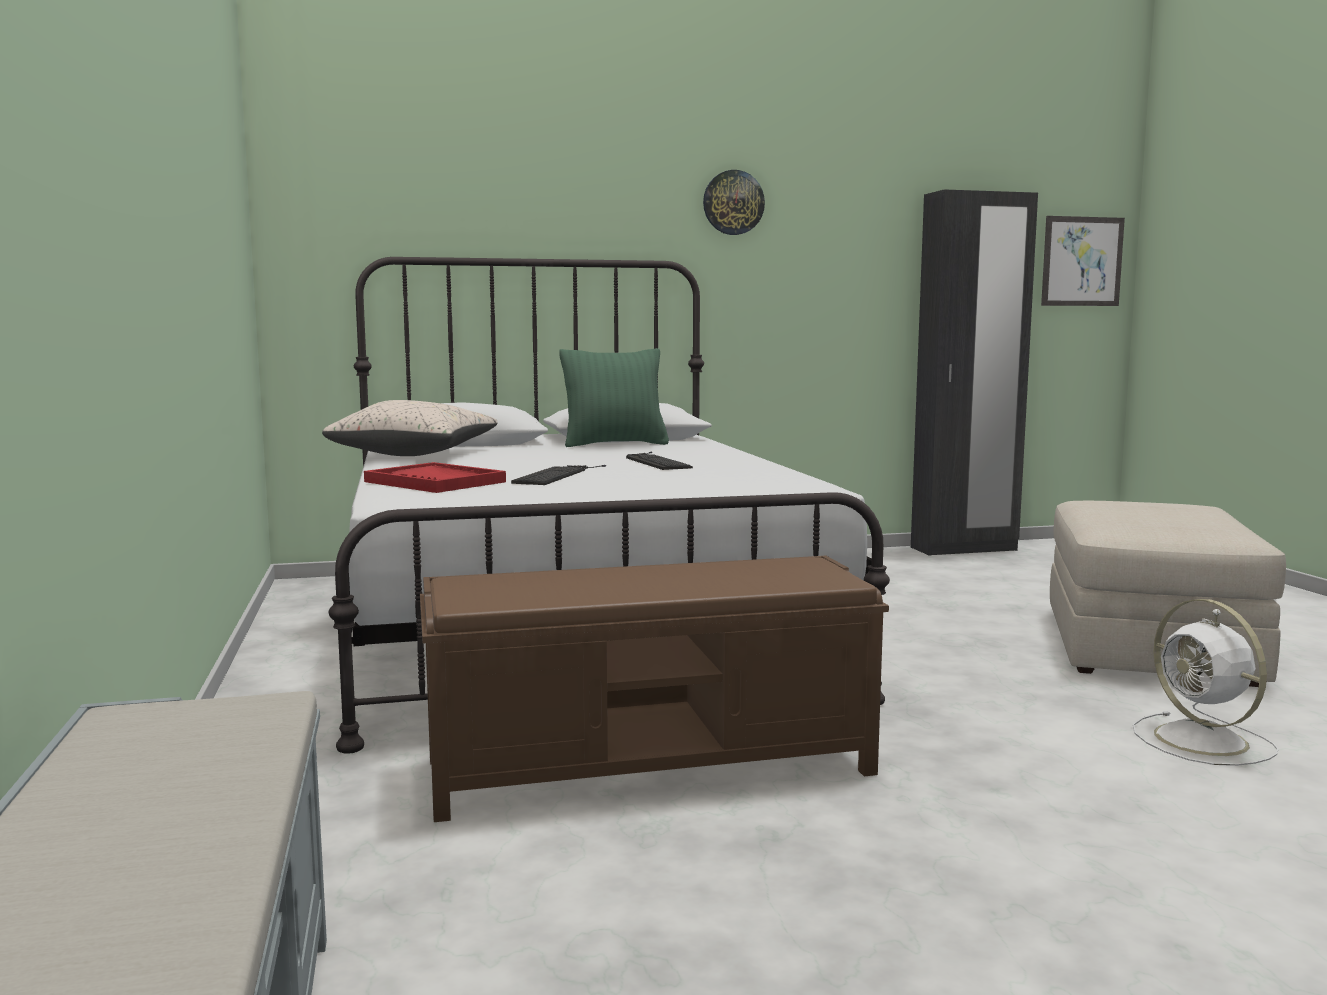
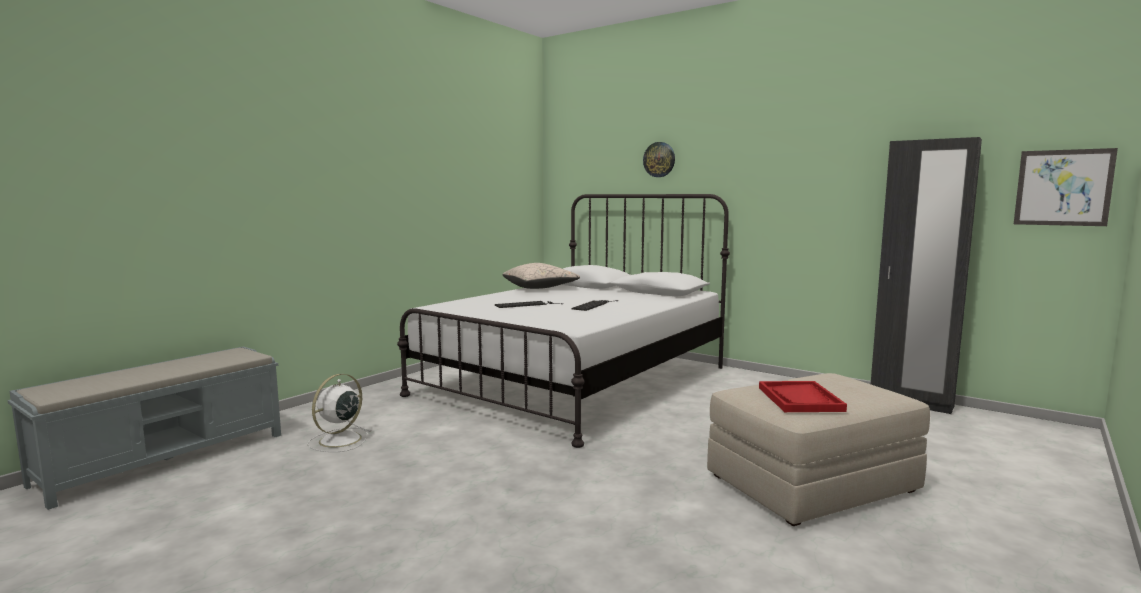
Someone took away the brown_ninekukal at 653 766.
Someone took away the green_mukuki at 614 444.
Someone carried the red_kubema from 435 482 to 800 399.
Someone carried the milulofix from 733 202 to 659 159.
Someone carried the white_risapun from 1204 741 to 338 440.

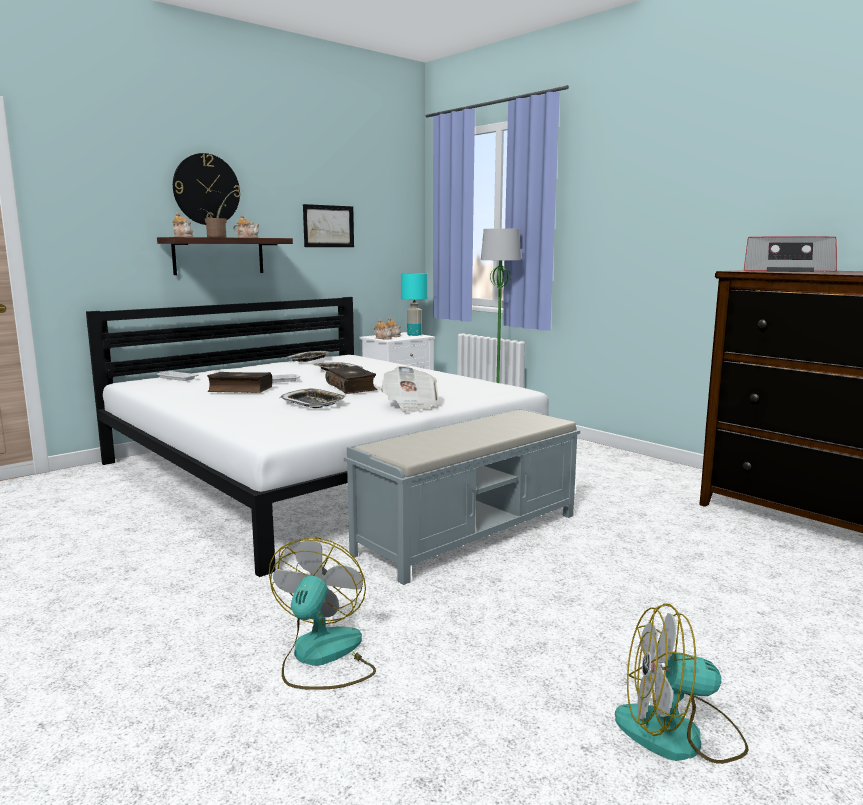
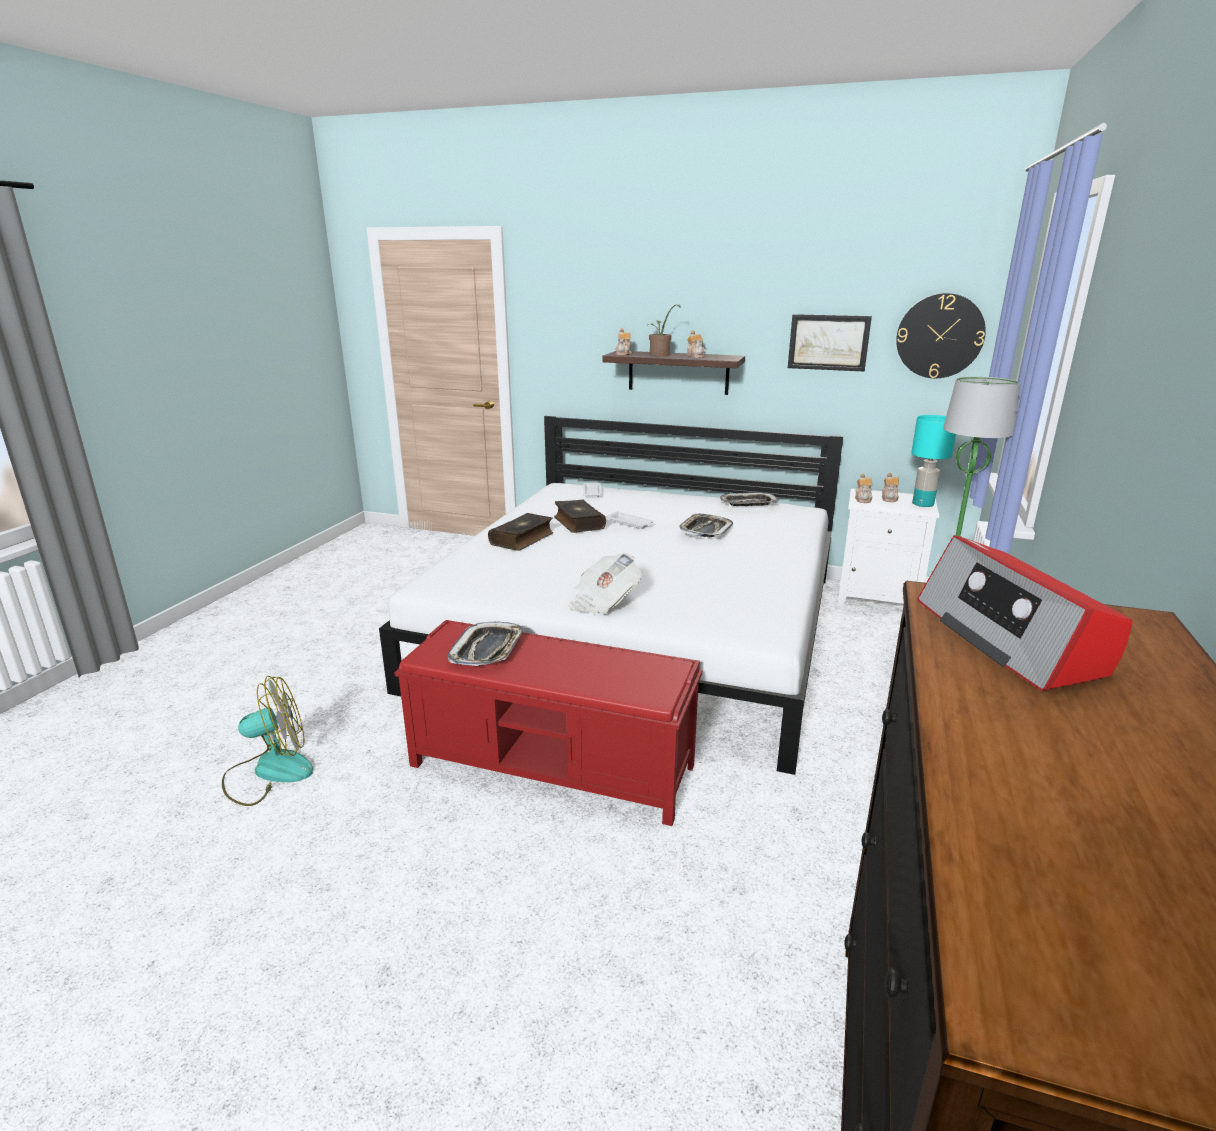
Someone took away the risapun at 679 734.
Someone carried the milulofix from 206 189 to 939 336.
Someone carried the kubema from 313 403 to 487 650.
Someone carried the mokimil from 352 387 to 522 539.
Someone repainted the grey_ninekukal at 470 533, which became the red_ninekukal at 554 766.

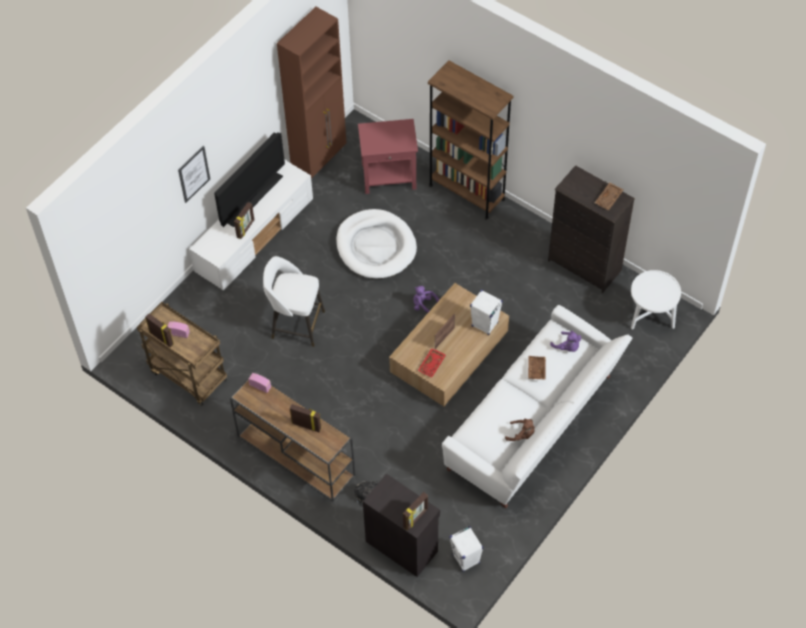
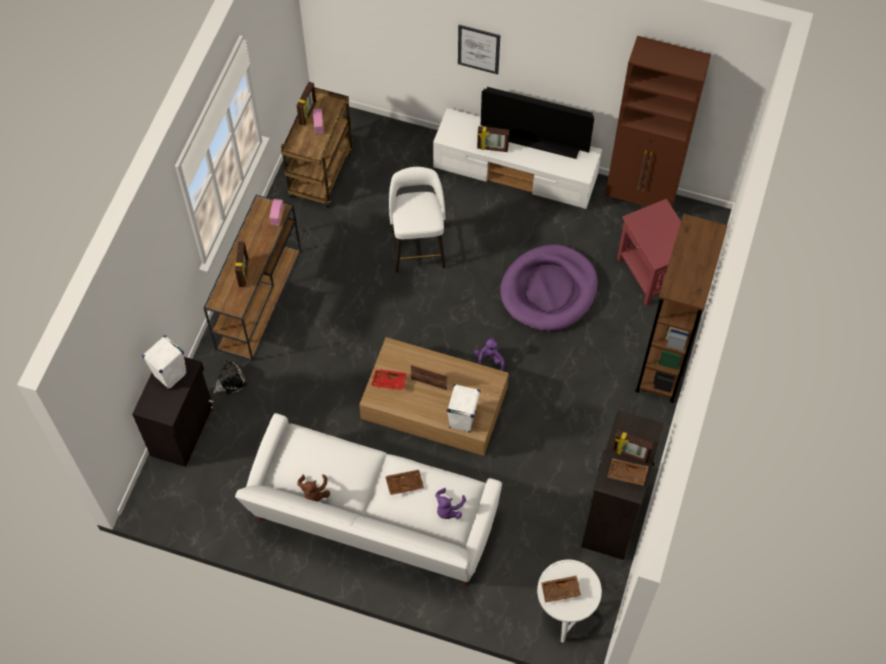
Someone put down the brown_kubema at 560 591.
Someone carried the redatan from 416 518 to 630 455.
Someone carried the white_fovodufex from 466 559 to 170 375.
Someone repainted the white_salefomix at 376 247, which became the purple_salefomix at 549 290.

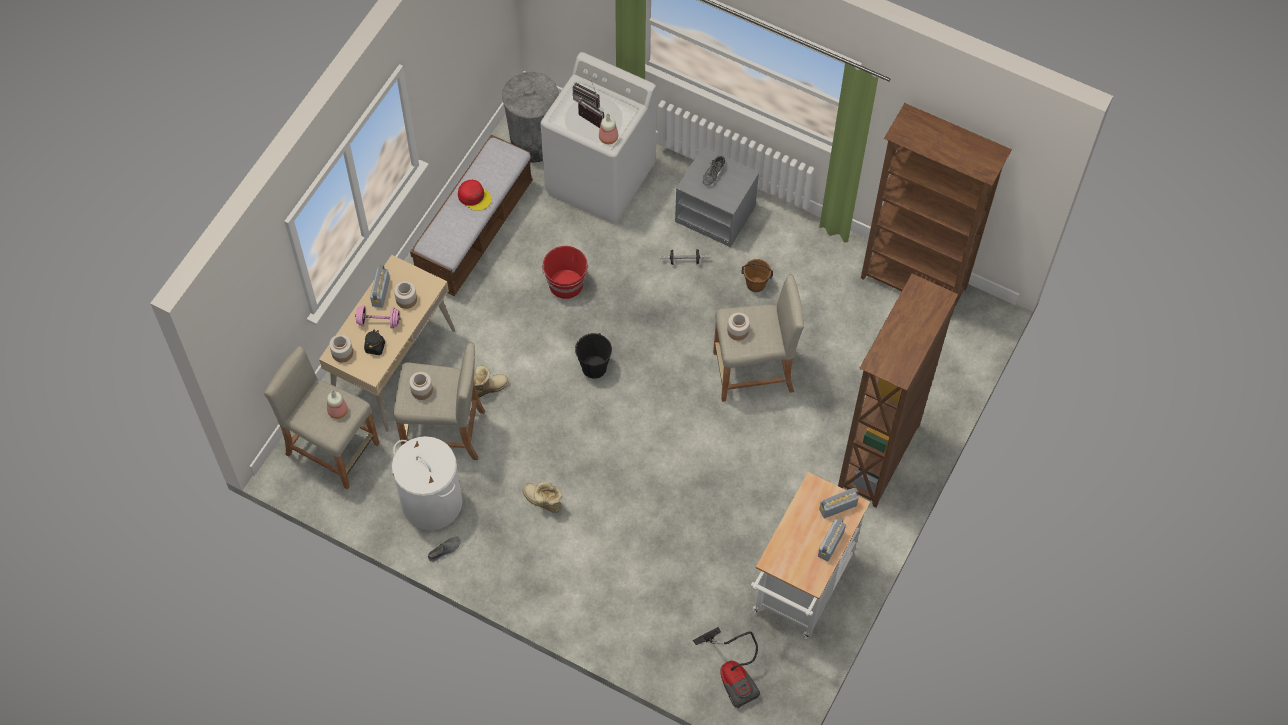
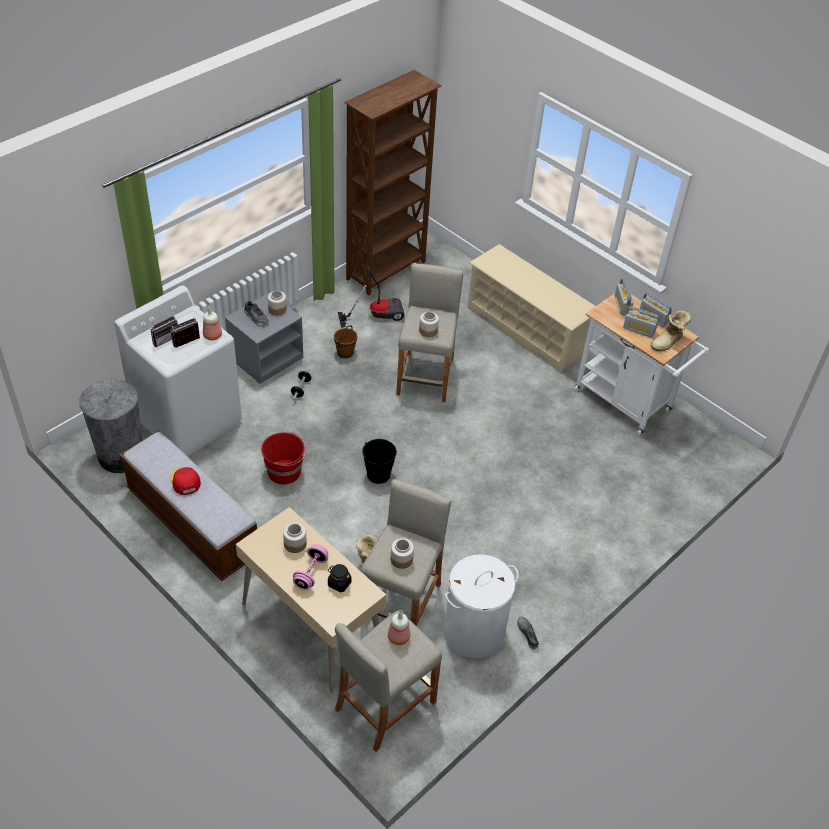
Someone carried the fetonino from 342 353 to 277 309.
Someone carried the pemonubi from 381 292 to 639 330.
Someone carried the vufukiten from 543 502 to 668 342.
Someone carried the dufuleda from 733 674 to 376 314.
Someone swapped the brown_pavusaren at 877 457 for the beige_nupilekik at 526 330.
Someone rotated the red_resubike at 474 197 by 75 degrees counterclockwise.

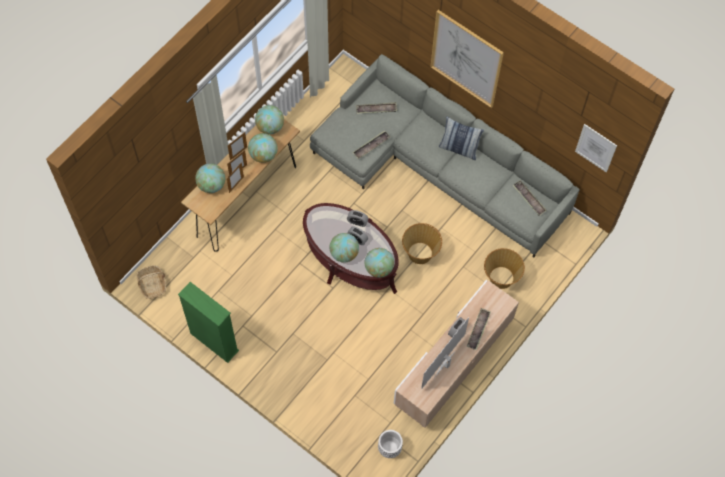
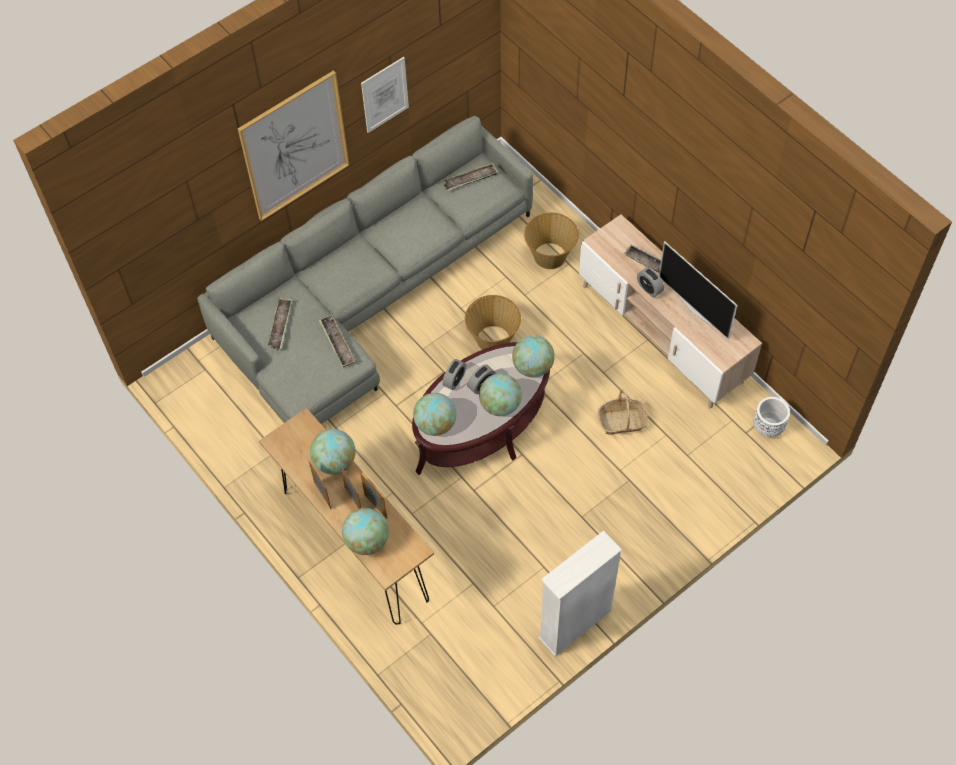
Someone took away the mukuki at 459 148.
Someone carried the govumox from 152 284 to 622 421.
Someone carried the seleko from 270 127 to 435 424.
Someone carried the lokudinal from 595 148 to 385 95.
Someone repainted the green_pavusaren at 214 342, which became the white_pavusaren at 575 624.

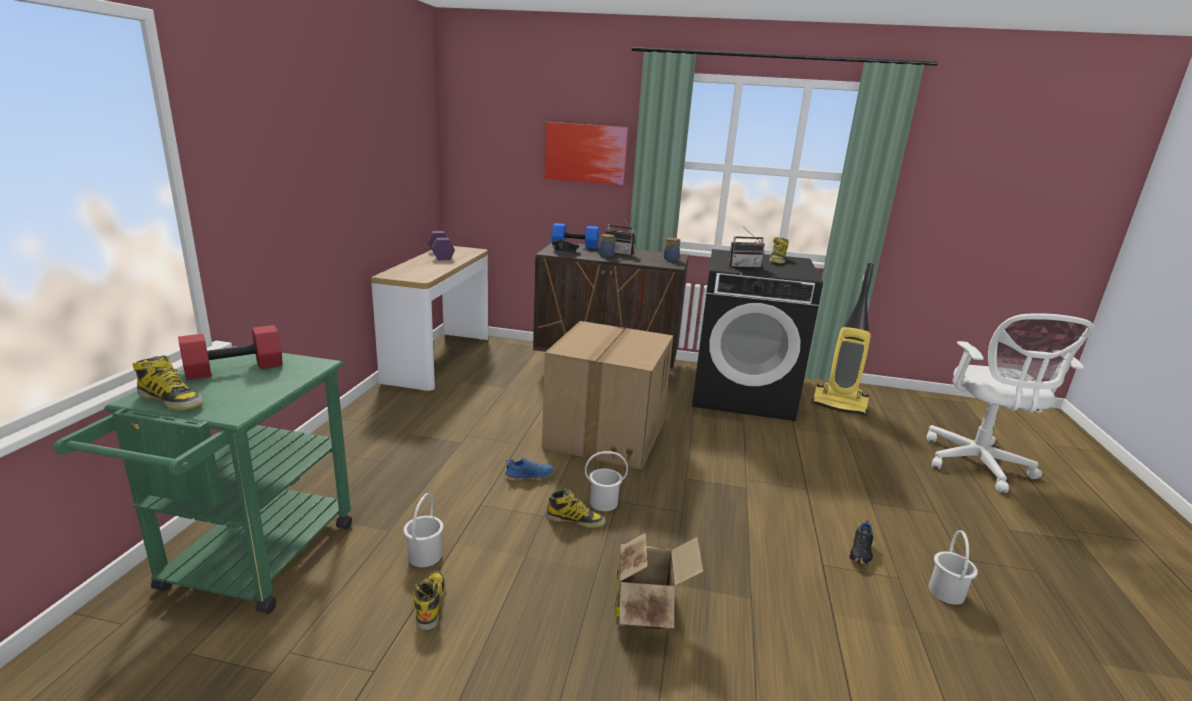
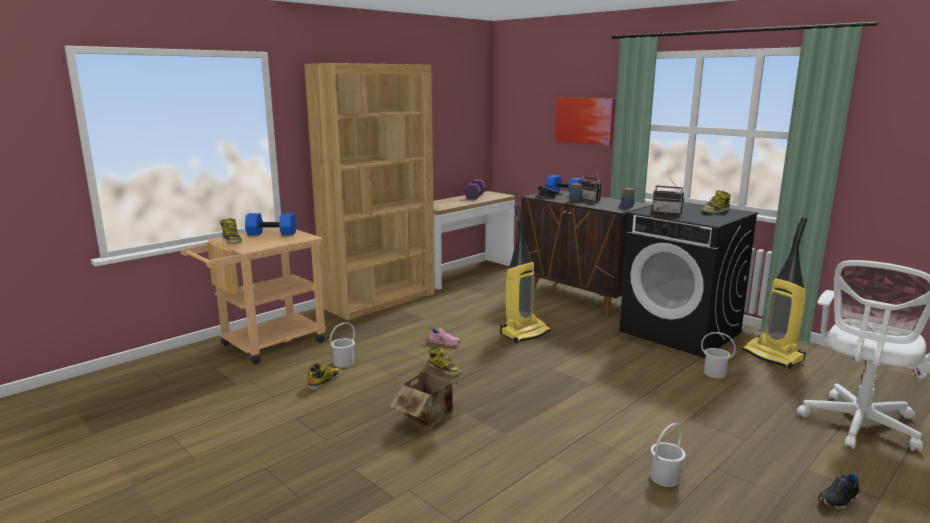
Someone put down the brown_pavusaren at 380 300.
Someone carried the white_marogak from 603 502 to 714 373.
Someone carried the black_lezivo from 861 552 to 839 500.
Someone swapped the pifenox at 604 434 for the dufuleda at 525 333.
Someone repainted the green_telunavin at 250 566, which became the beige_telunavin at 265 345.
Someone repainted the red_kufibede at 235 368, which became the blue_kufibede at 272 234.
Someone repainted the blue_lezivo at 529 476, which became the pink_lezivo at 444 343.

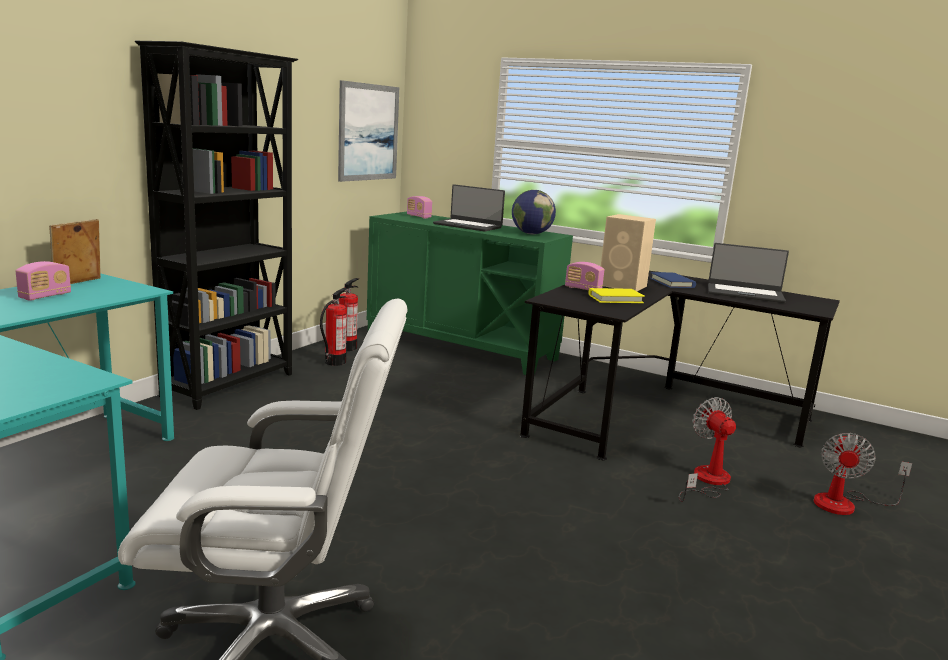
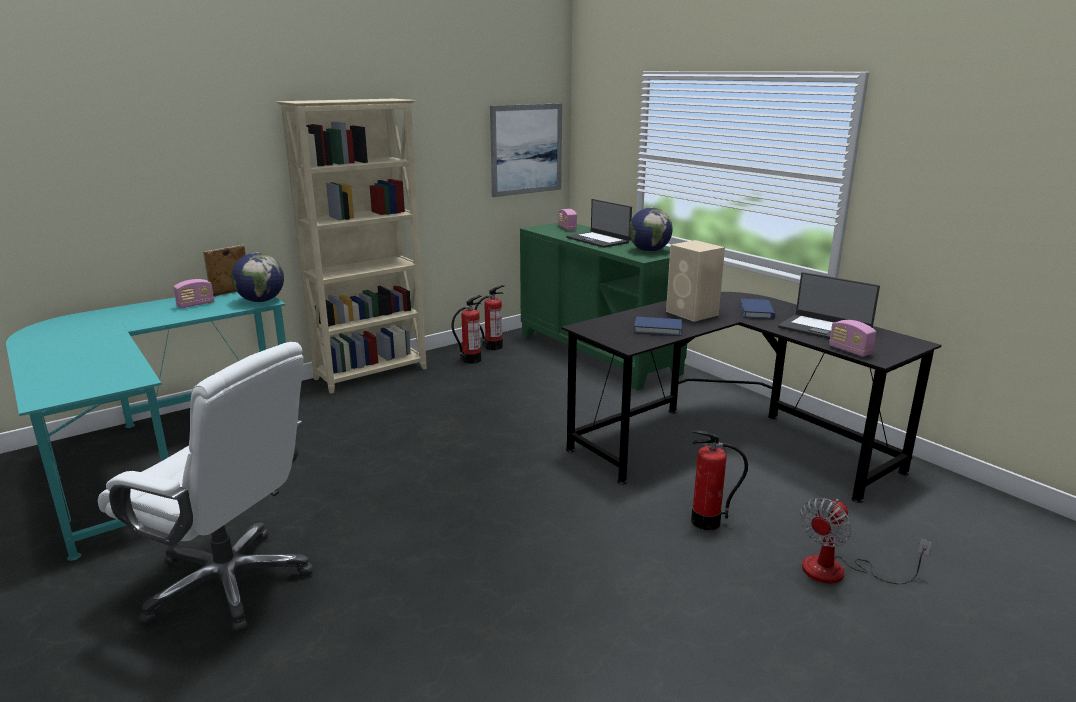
Someone put down the seleko at 261 301.
Someone carried the pemonubi from 583 289 to 849 351.
Someone swapped the risapun at 707 481 for the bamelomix at 706 522.
Someone repainted the black_pavusaren at 231 385, which became the beige_pavusaren at 372 374.
Someone repainted the yellow_mokimil at 615 299, which became the blue_mokimil at 657 329.

